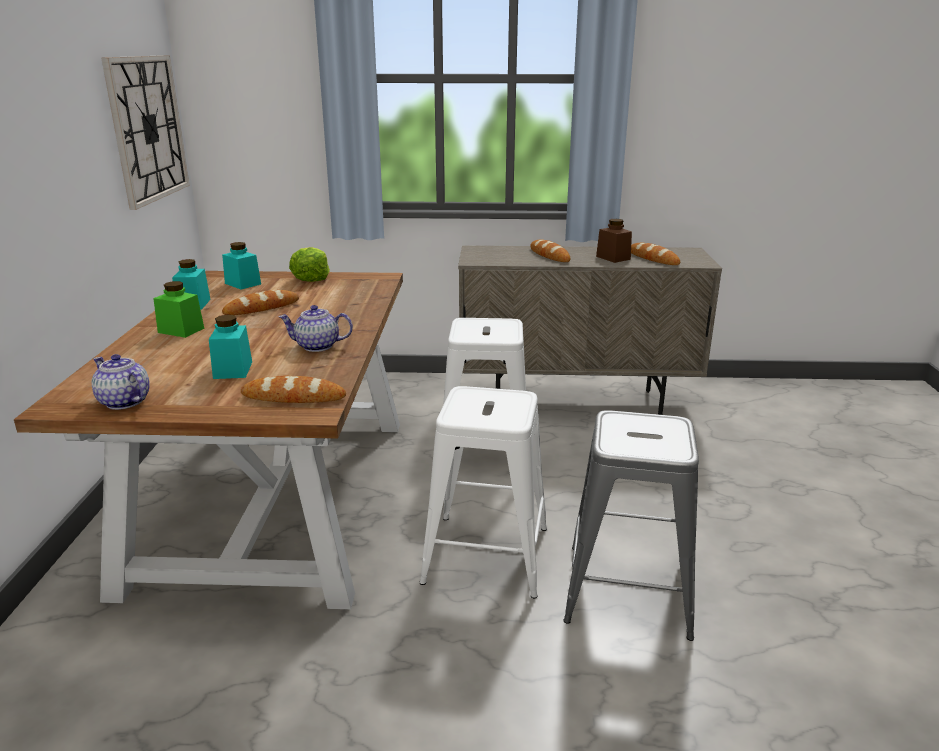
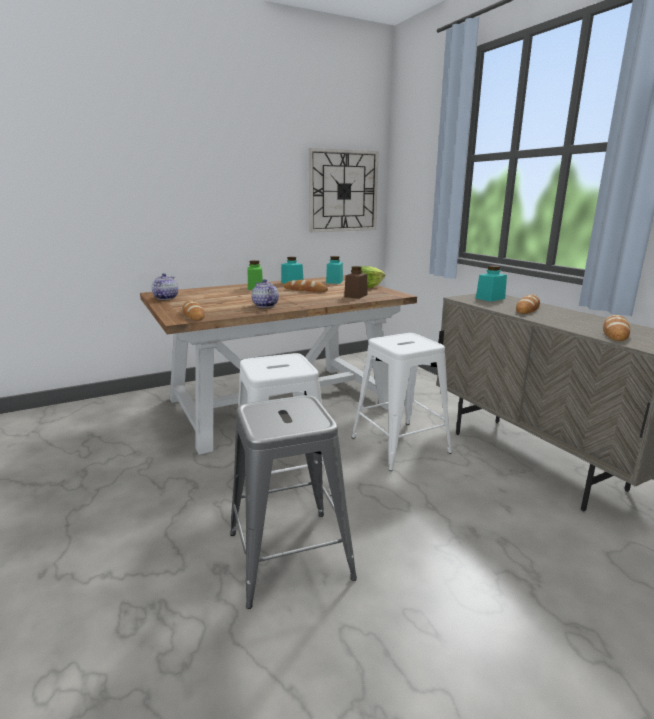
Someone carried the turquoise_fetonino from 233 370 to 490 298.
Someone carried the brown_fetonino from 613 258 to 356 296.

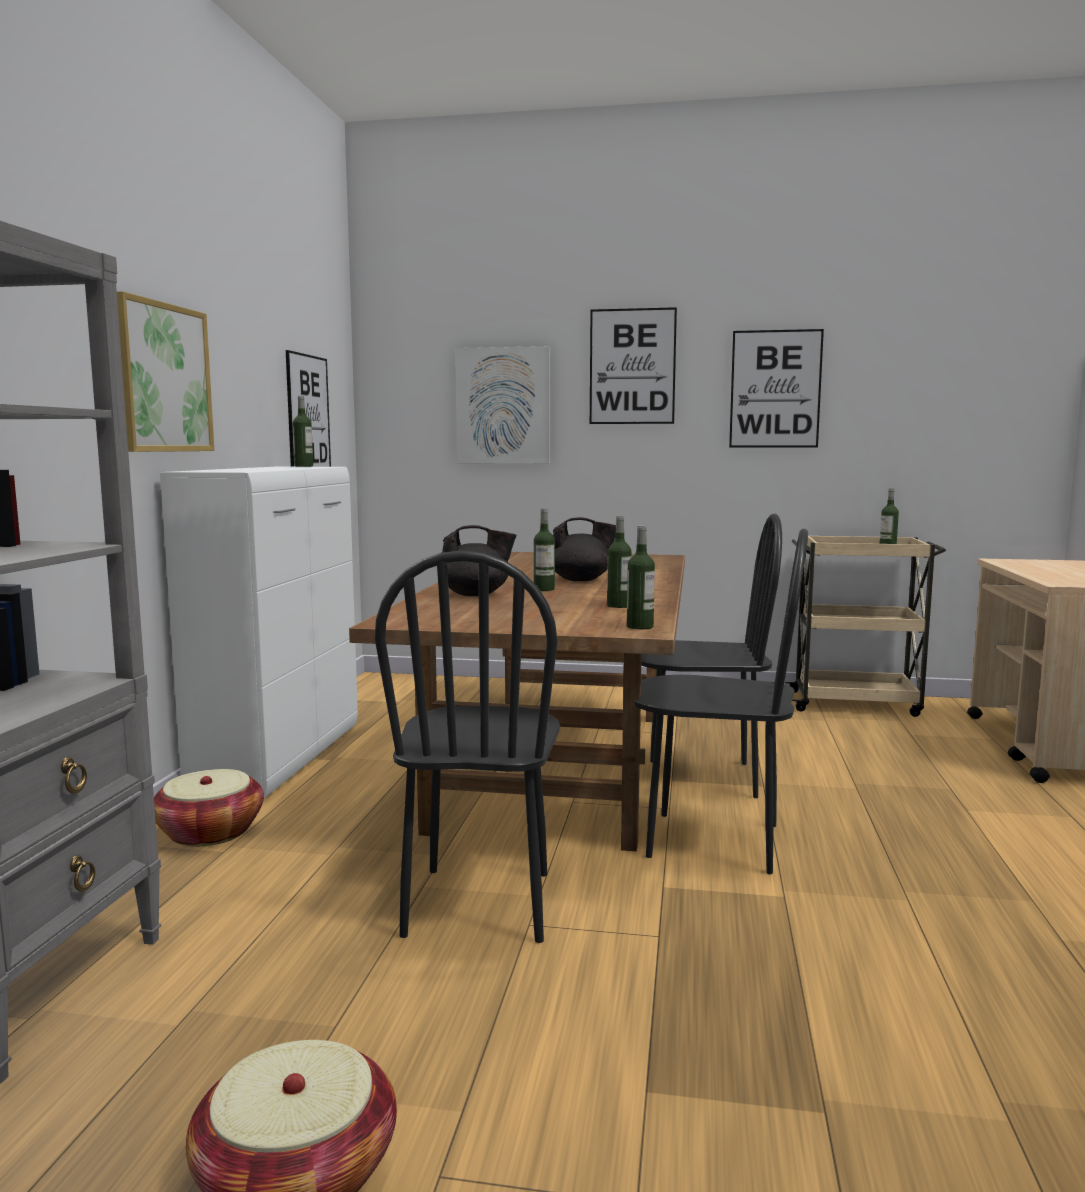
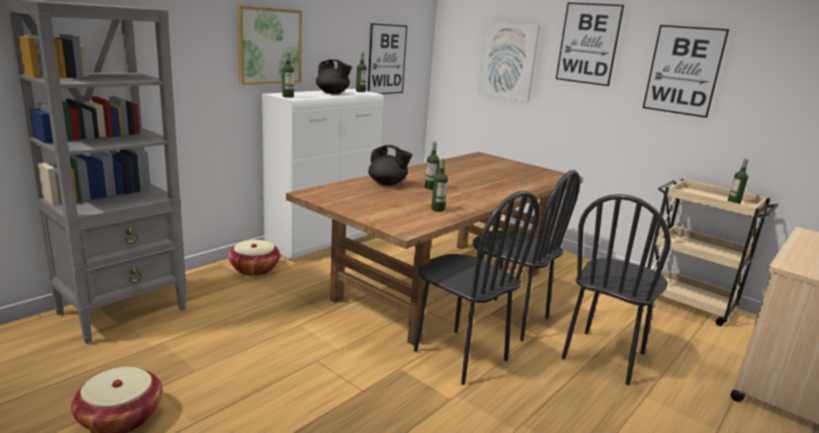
Someone carried the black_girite from 480 903 to 604 356.
Someone carried the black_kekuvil from 581 580 to 333 93.
Someone carried the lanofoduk from 640 626 to 288 96.

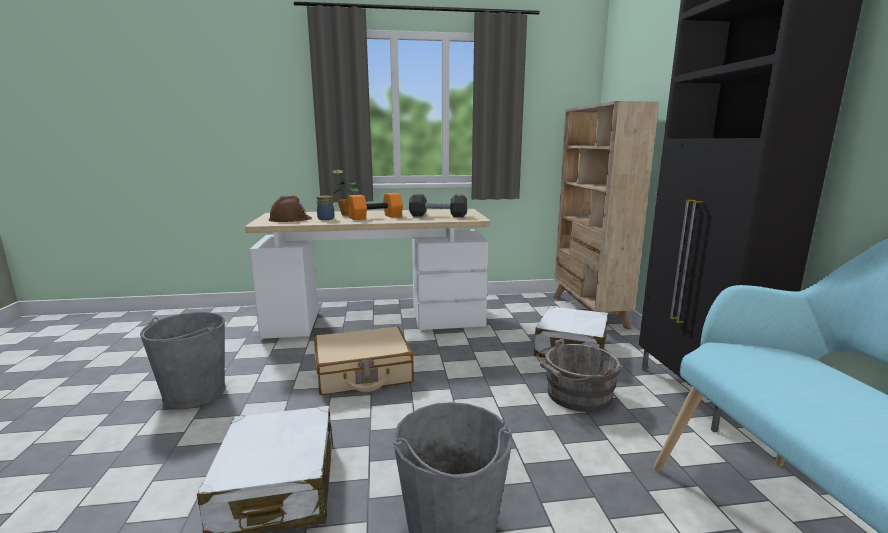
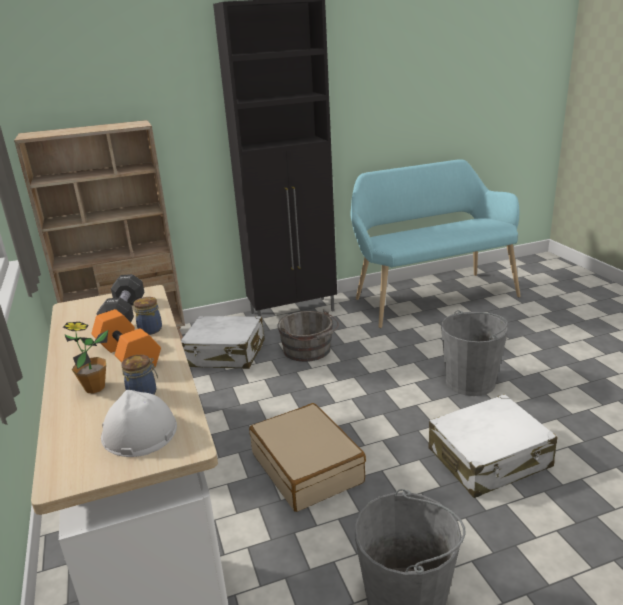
Someone put down the fetonino at 150 329.
Someone repainted the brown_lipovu at 290 219, which became the white_lipovu at 139 432.

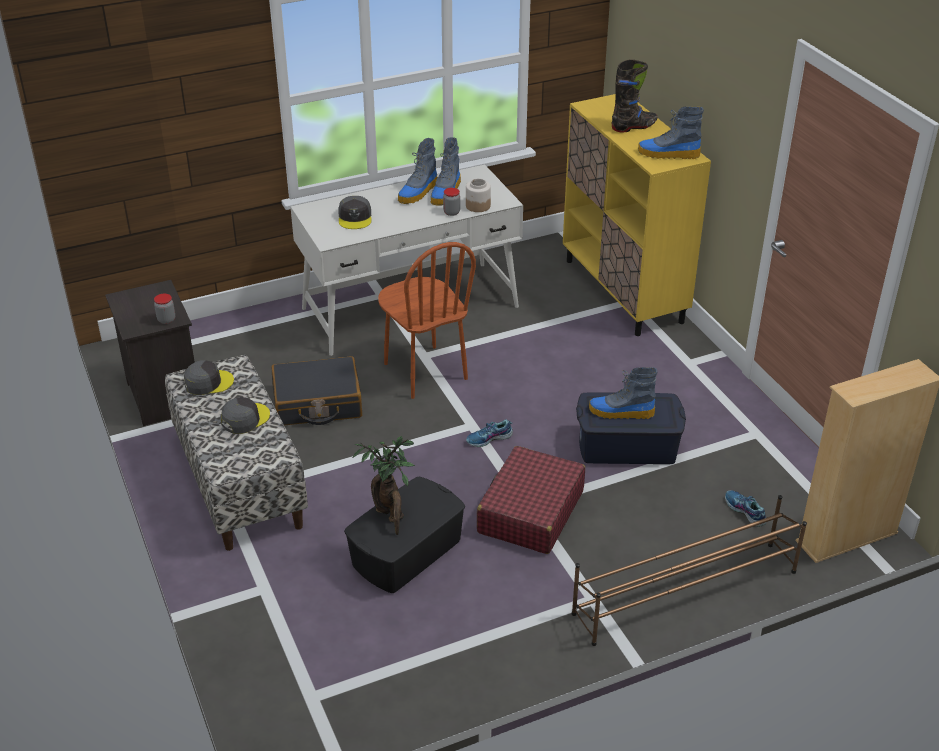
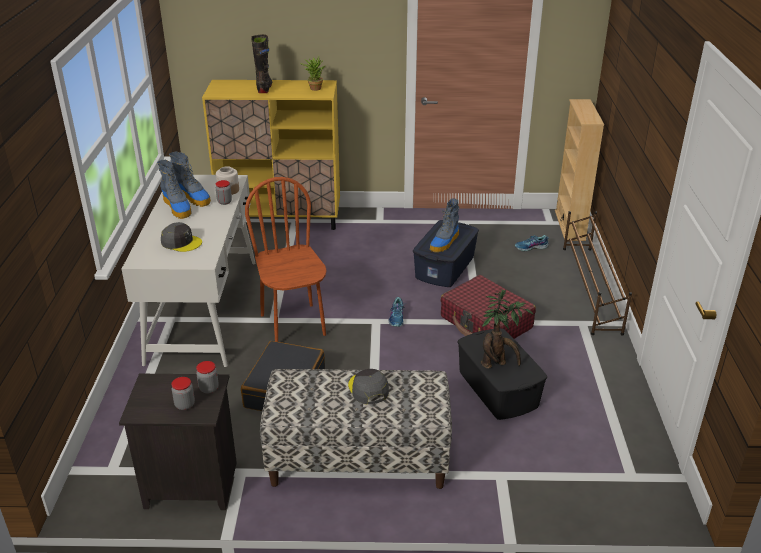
Someone took away the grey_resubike at 208 382.
Someone put down the fetonino at 185 405.
Someone swapped the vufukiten at 668 154 for the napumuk at 314 88.
Someone rotated the brown_girite at 424 371 by 105 degrees counterclockwise.

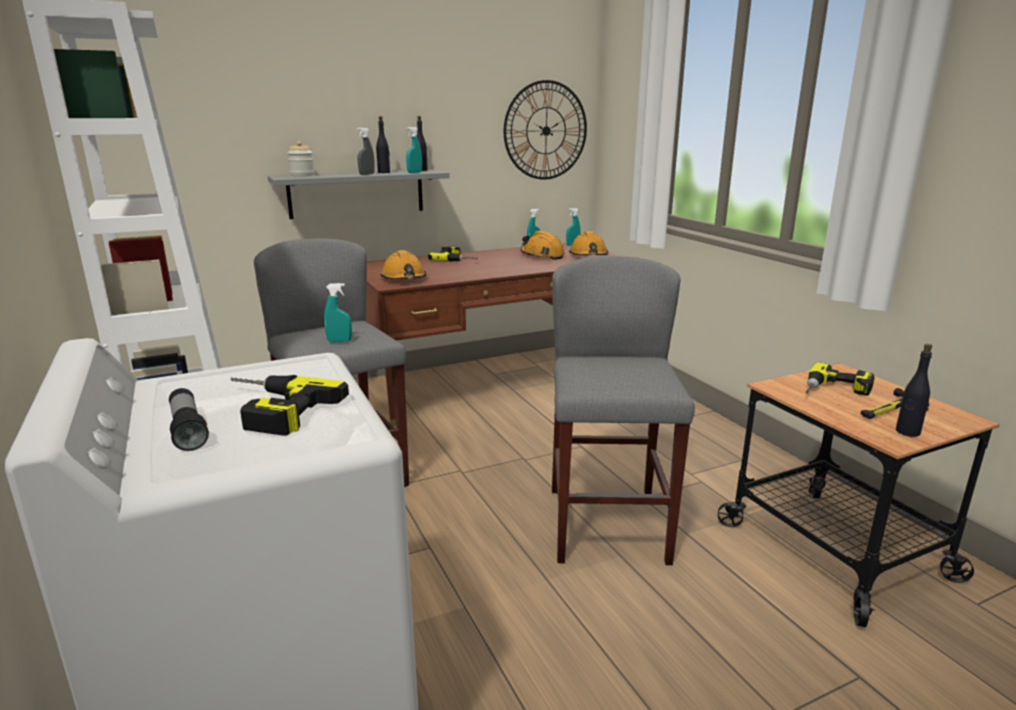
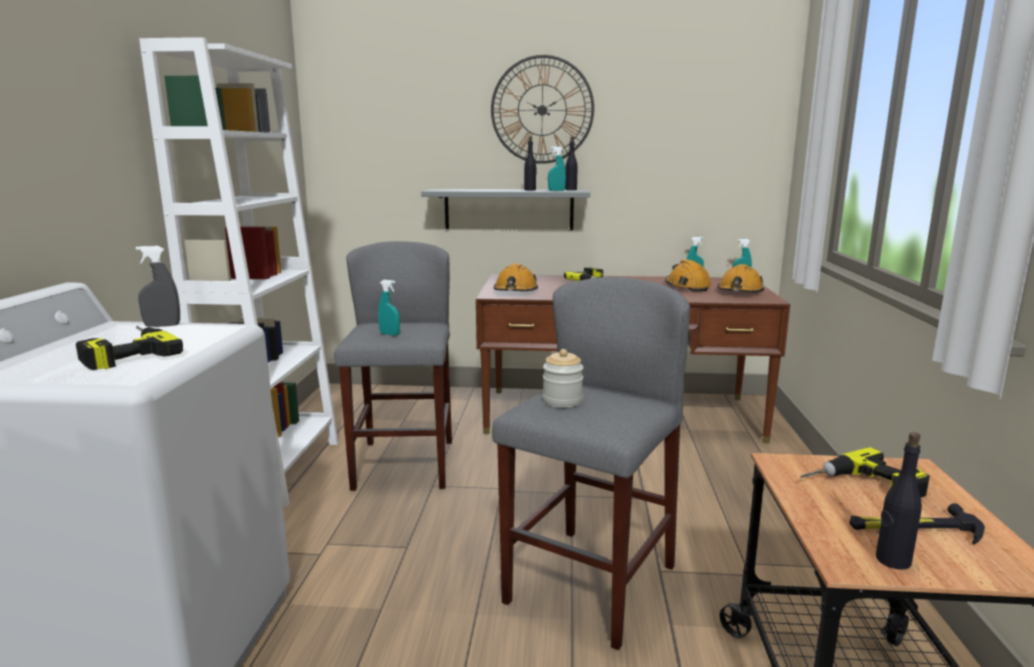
Someone took away the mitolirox at 188 430.
Someone carried the fetonino from 302 175 to 562 401.
Someone carried the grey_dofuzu from 367 174 to 162 325.
Someone carried the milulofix from 546 131 to 542 110.

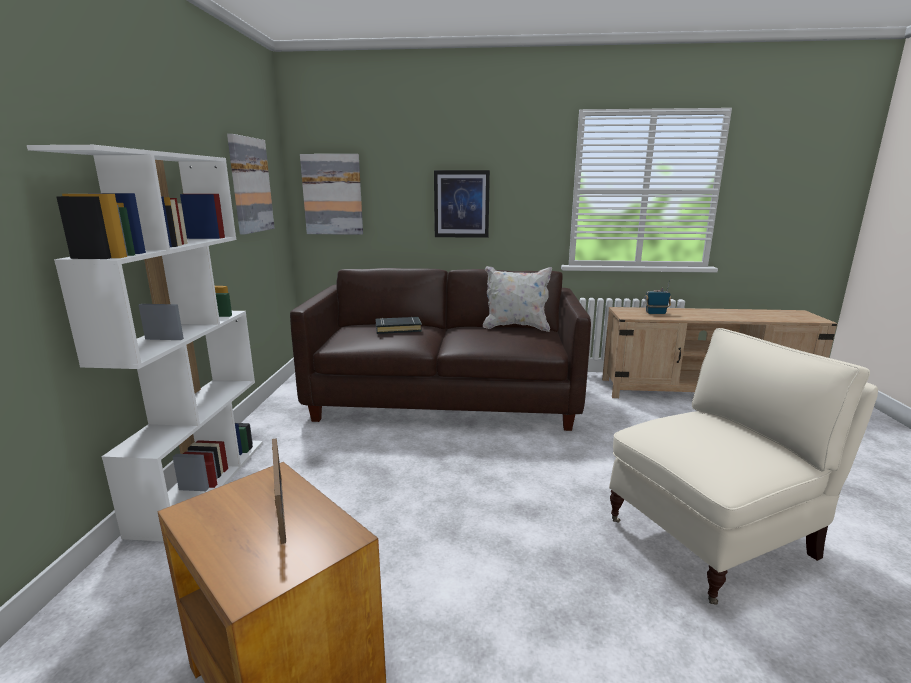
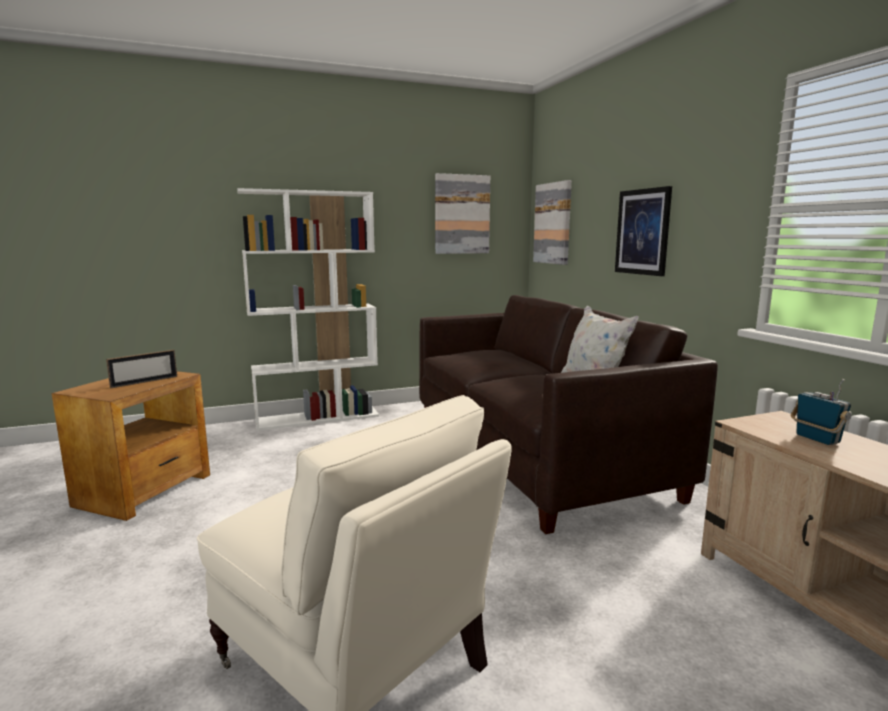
Someone took away the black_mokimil at 398 329.

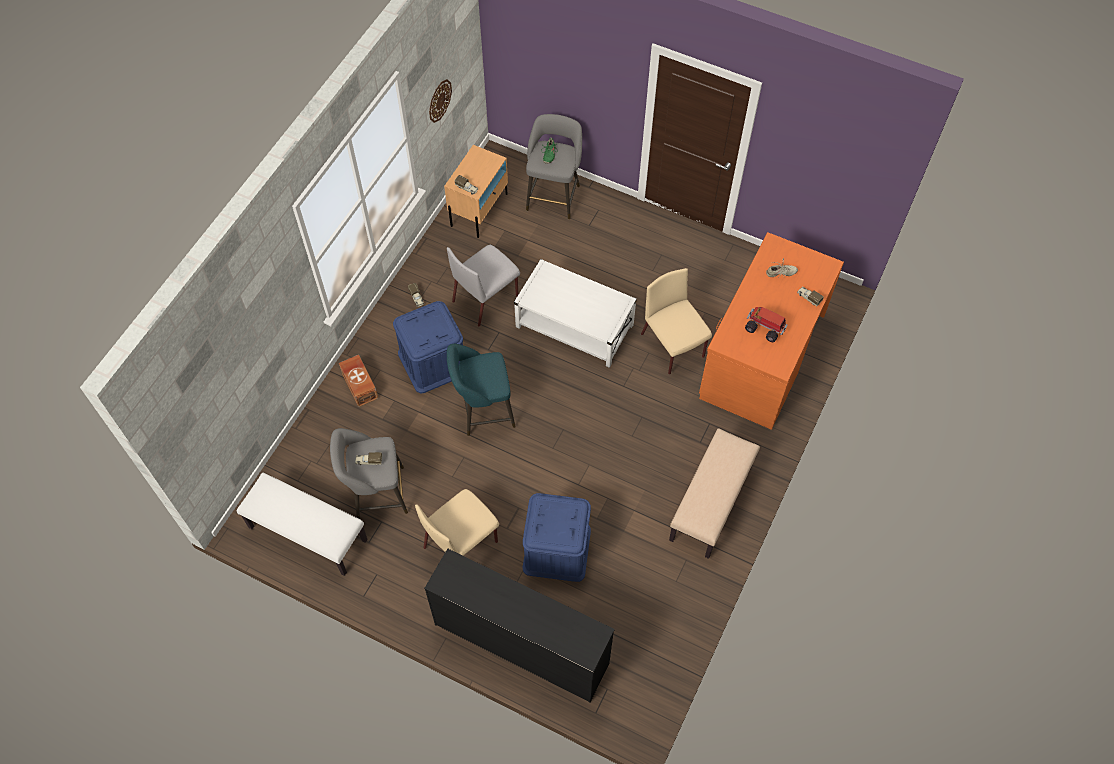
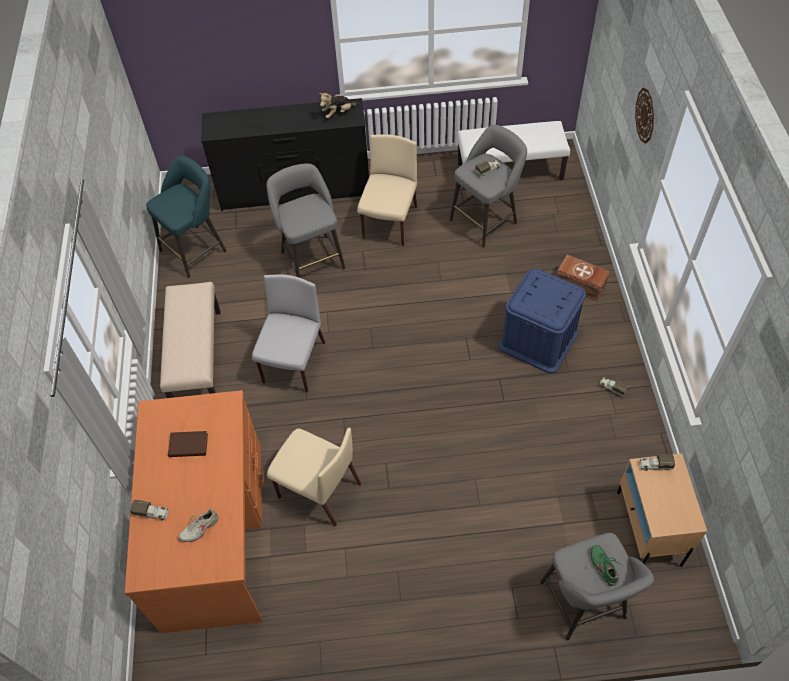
Someone took away the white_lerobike at 574 326.
Someone put down the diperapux at 338 113.
Someone carried the milulofix from 439 100 to 645 115.
Someone carried the grey_girite from 486 298 to 294 364.
Someone carried the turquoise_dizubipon from 483 410 to 196 249.
Someone swapped the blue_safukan at 556 549 for the grey_dizubipon at 311 258.
Someone swapped the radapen at 765 328 for the brown_mokimil at 188 445.

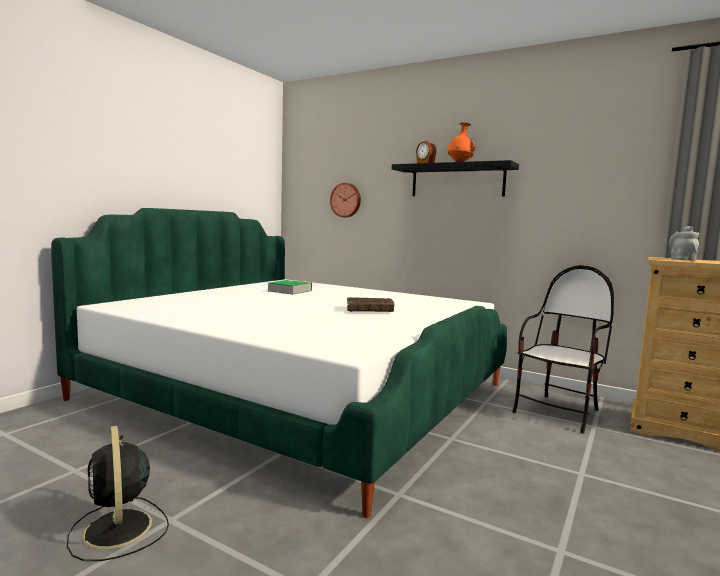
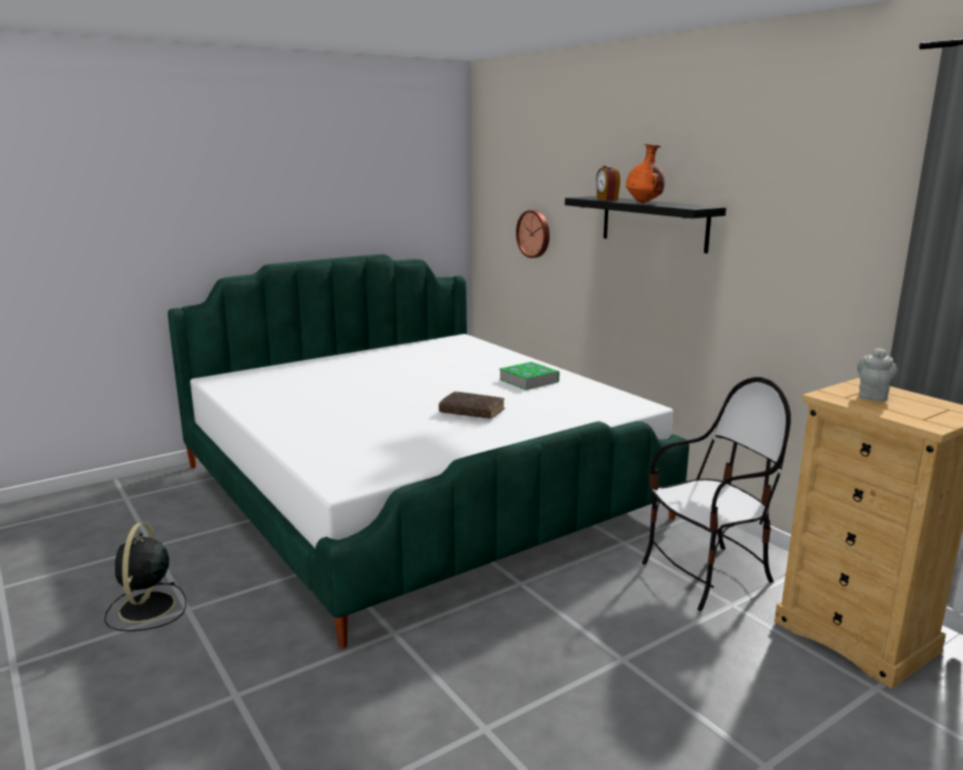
Someone carried the mokimil from 290 291 to 529 380.

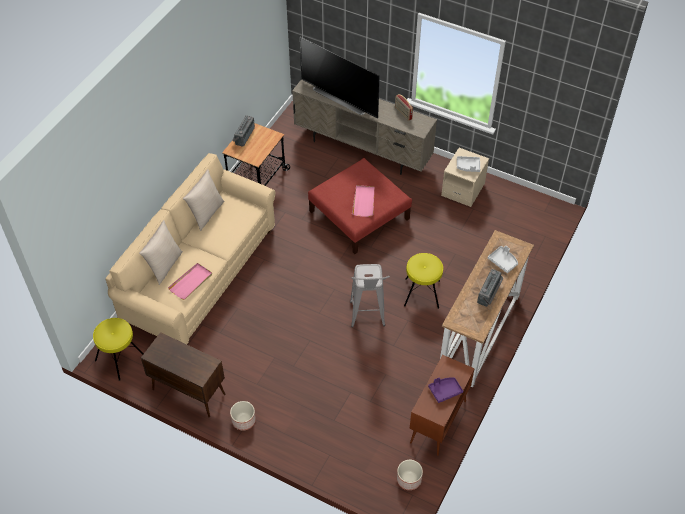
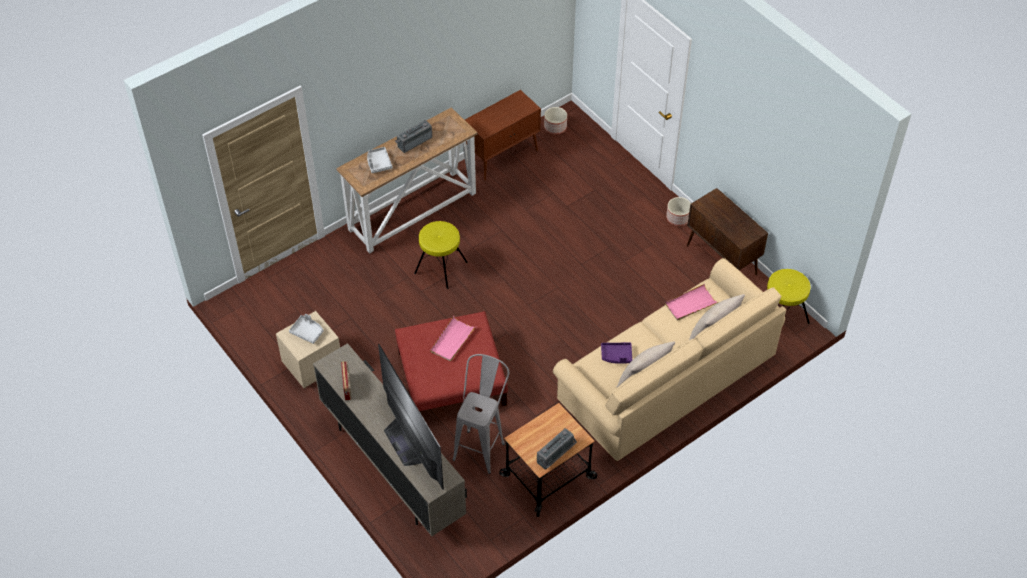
Someone carried the grey_dizubipon from 367 319 to 482 445.
Someone carried the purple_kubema from 445 391 to 616 355.

